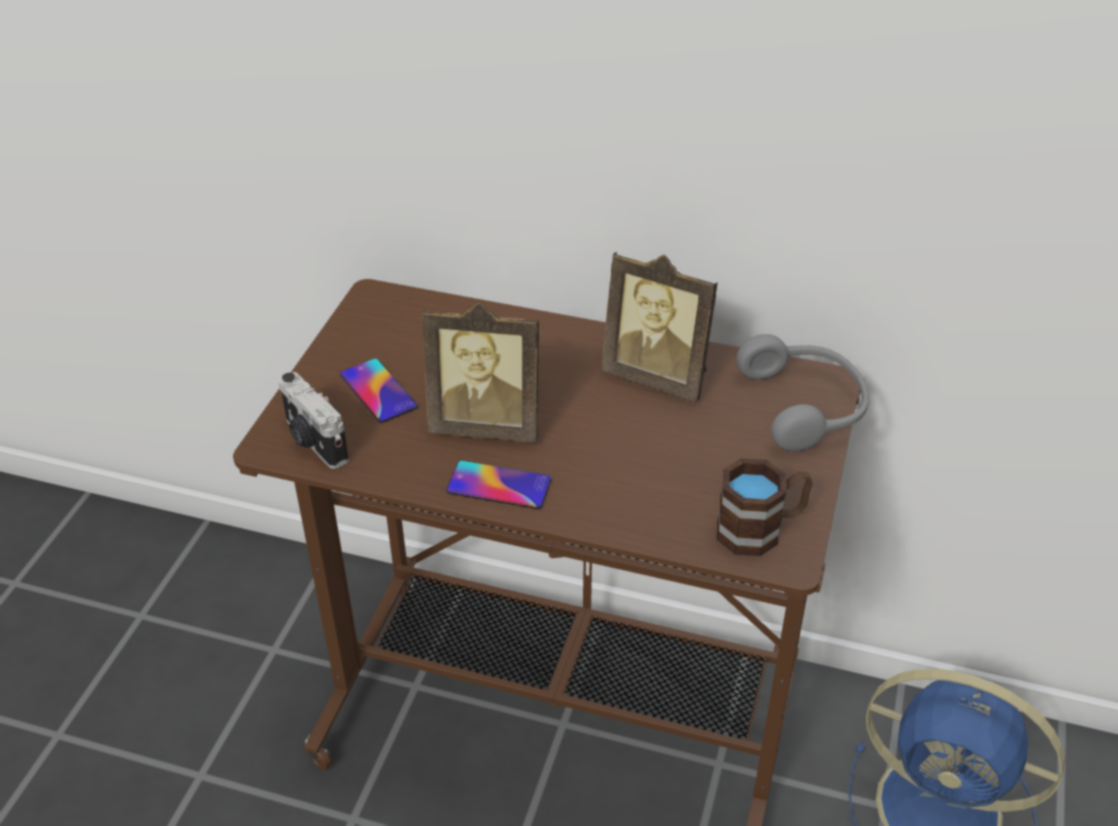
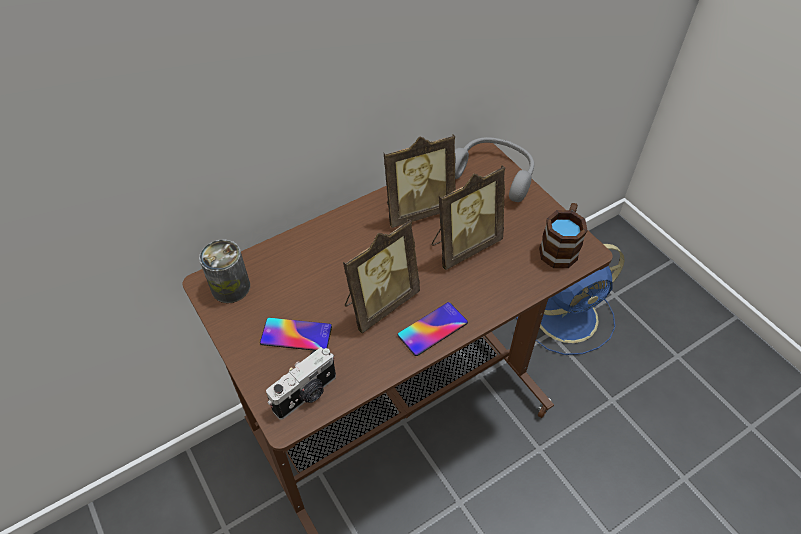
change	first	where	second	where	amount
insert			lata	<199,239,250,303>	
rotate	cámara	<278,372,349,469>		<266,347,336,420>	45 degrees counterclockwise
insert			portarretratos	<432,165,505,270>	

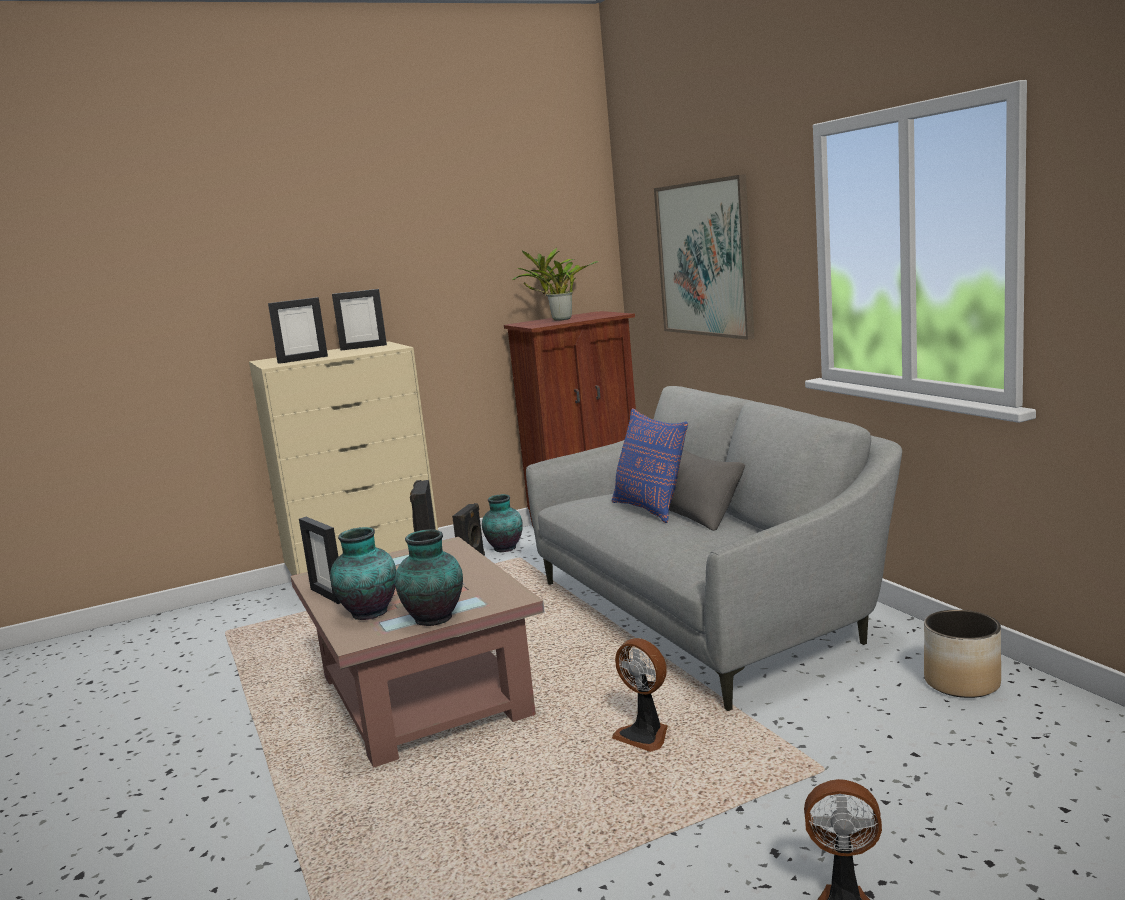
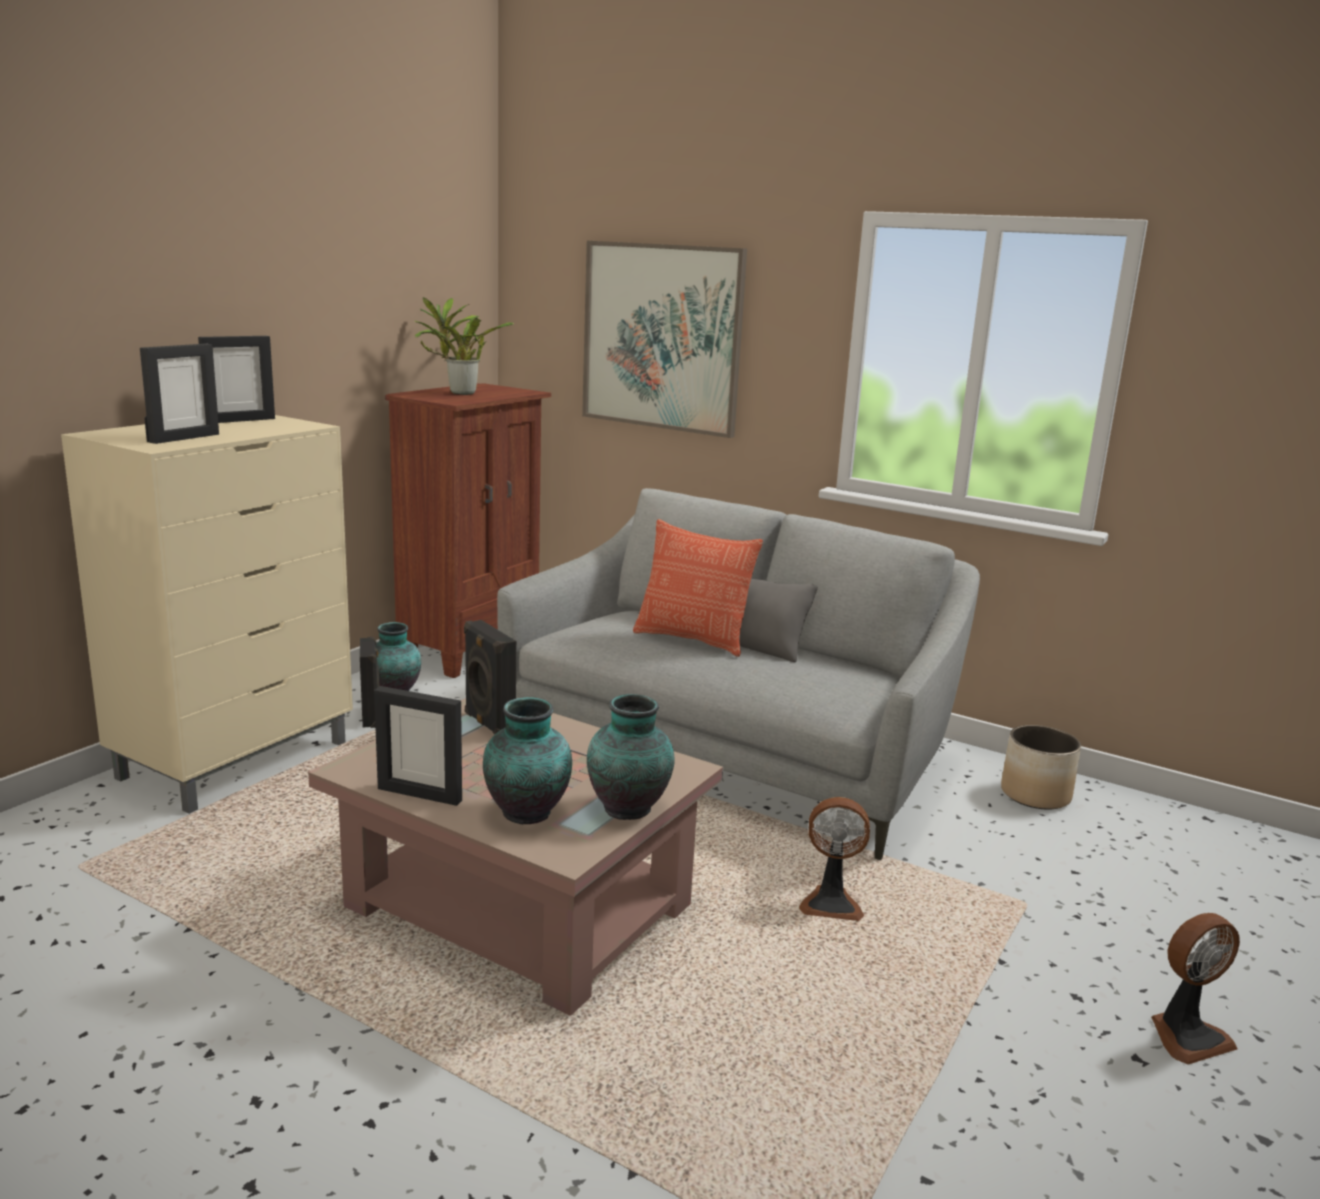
change	first	where	second	where	amount
recolor	cojín (azul)	<612,408,688,523>	cojín (naranja)	<633,519,763,657>	

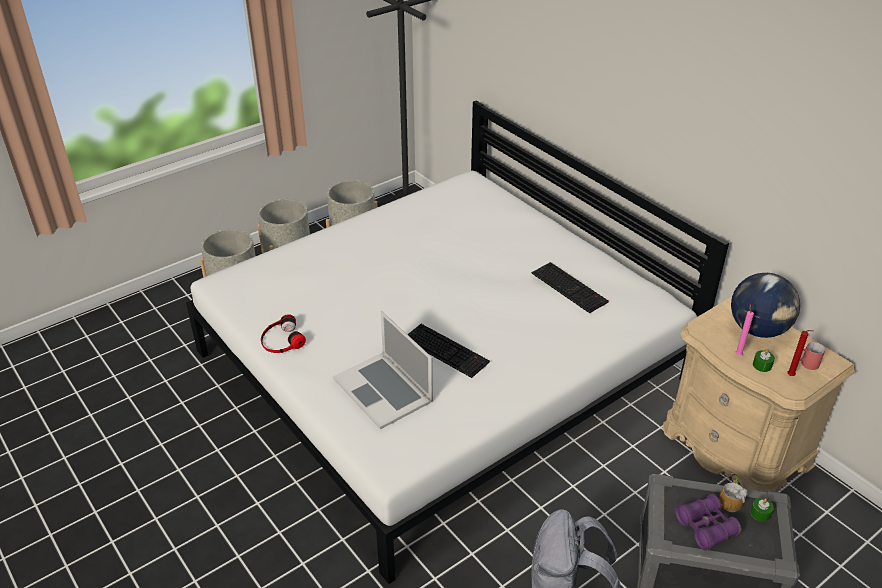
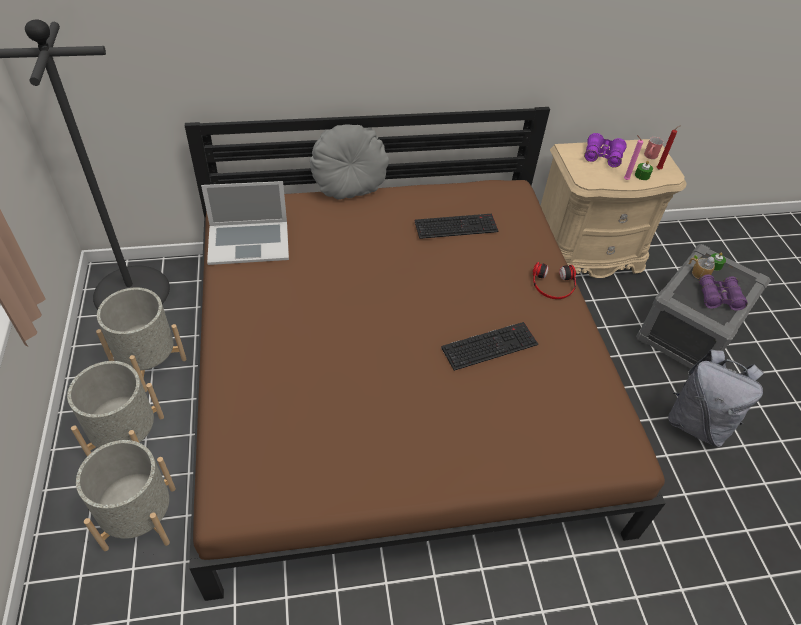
change	first	where	second	where	amount
recolor	cama (blanco)	<186,101,729,584>	cama (marrón)	<185,107,666,601>	
move	portátil	<333,311,433,430>		<201,181,289,265>	
insert			cojín (gris)	<310,125,389,200>	
move	auriculares	<261,314,306,353>		<533,262,576,299>	
replace	globo terráqueo	<731,273,800,338>	prismáticos (morado)	<584,133,627,168>	

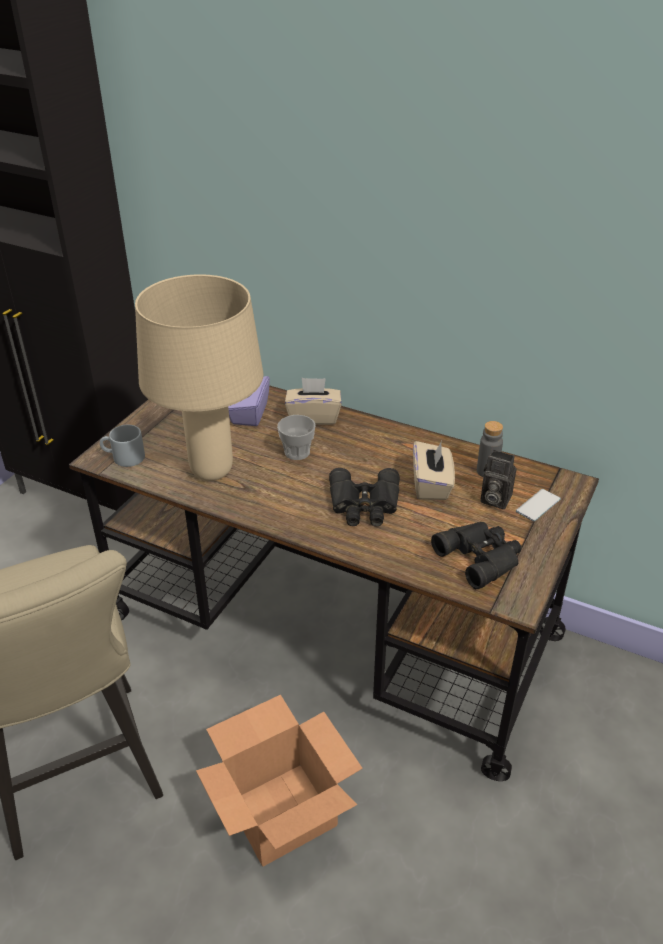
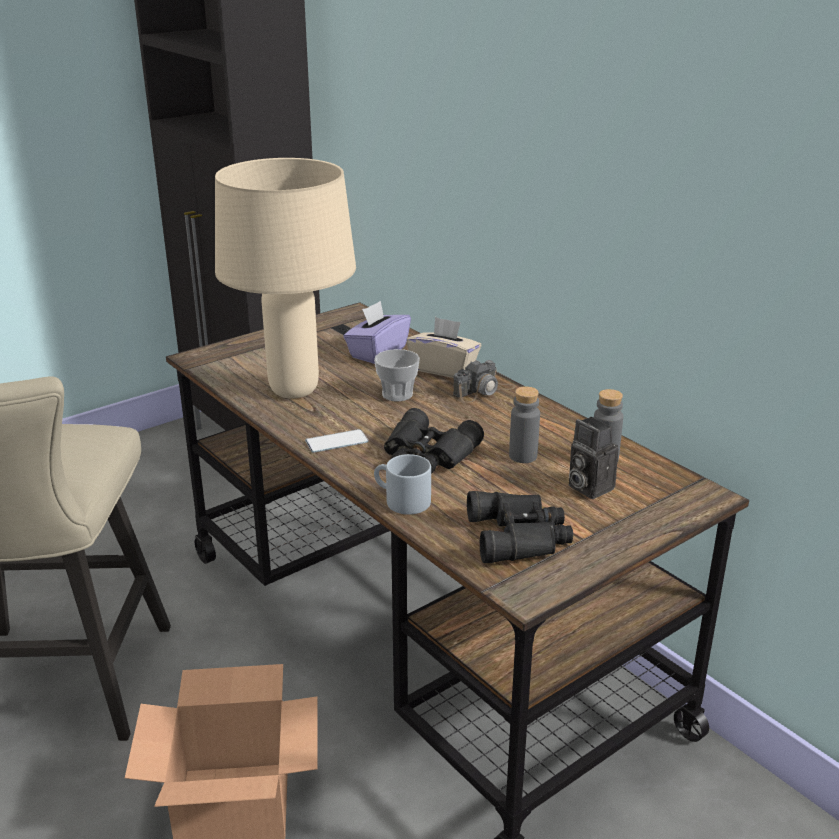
change	first	where	second	where	amount
move	móvil	<516,489,561,521>		<305,429,369,453>	
move	taza grande (gris)	<100,425,145,467>		<374,454,431,515>	
insert			cámara	<453,360,515,403>	
replace	caja de pañuelos (beis)	<413,441,455,500>	botella (gris)	<509,386,540,463>	

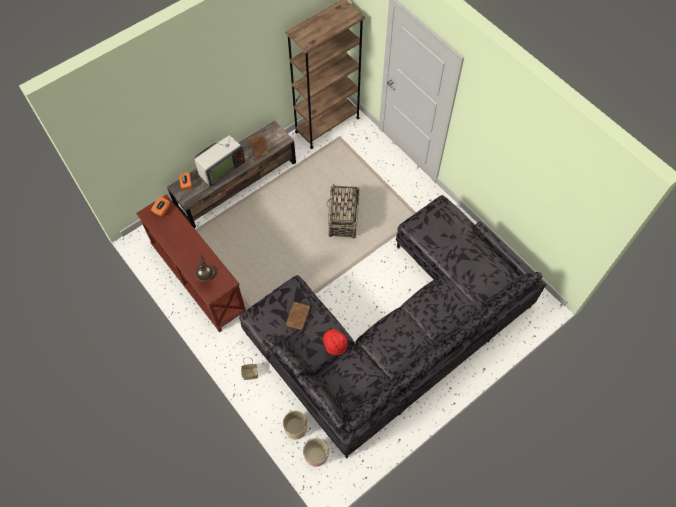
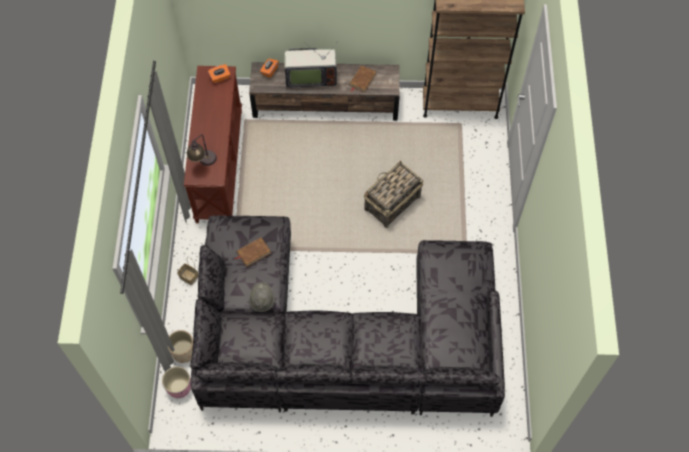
change	first	where	second	where	amount
recolor	sombrero (rojo)	<323,329,348,355>	sombrero (gris)	<248,282,275,312>	

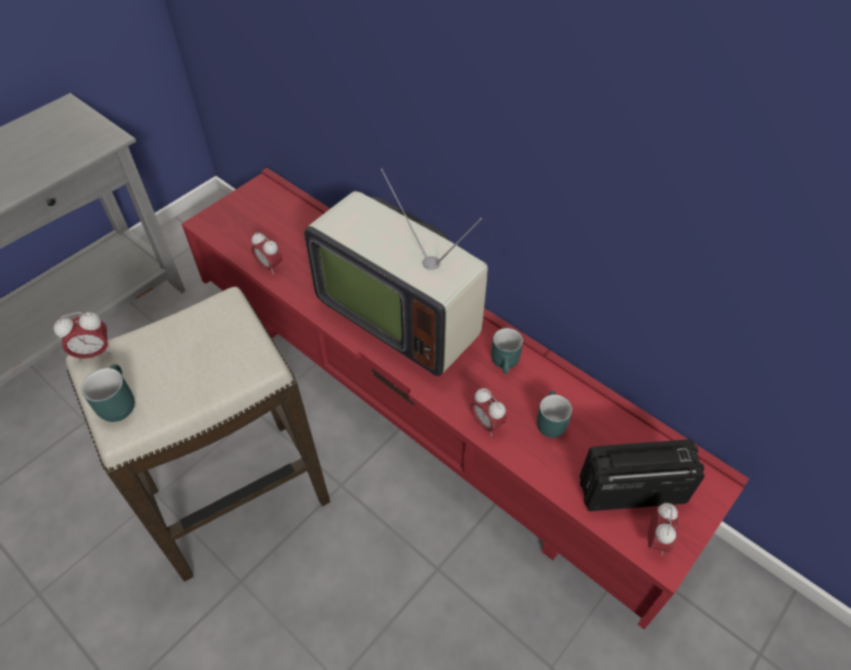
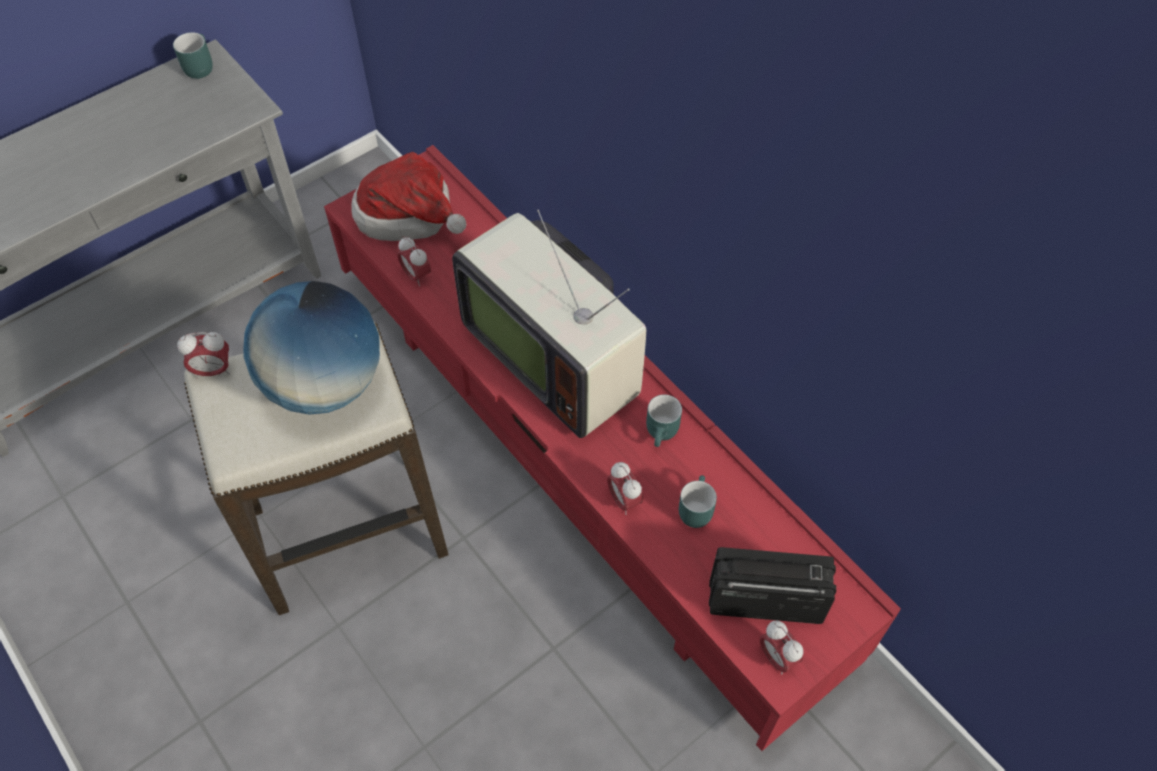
change	first	where	second	where	amount
move	taza grande (turquesa)	<81,364,135,422>		<173,32,213,79>	
insert			globo terráqueo	<243,281,380,414>	
insert			sombrero	<351,152,466,241>	
rotate	despertador	<648,503,678,556>		<760,620,803,675>	120 degrees clockwise

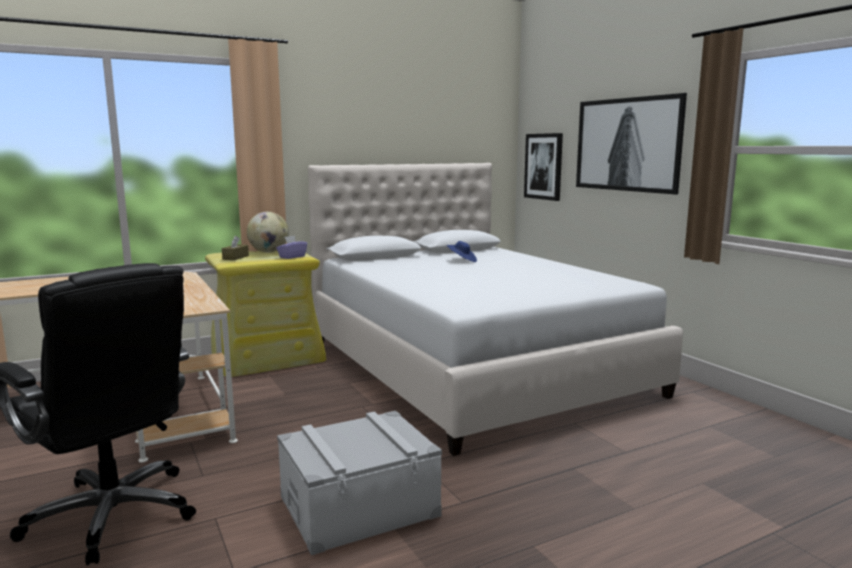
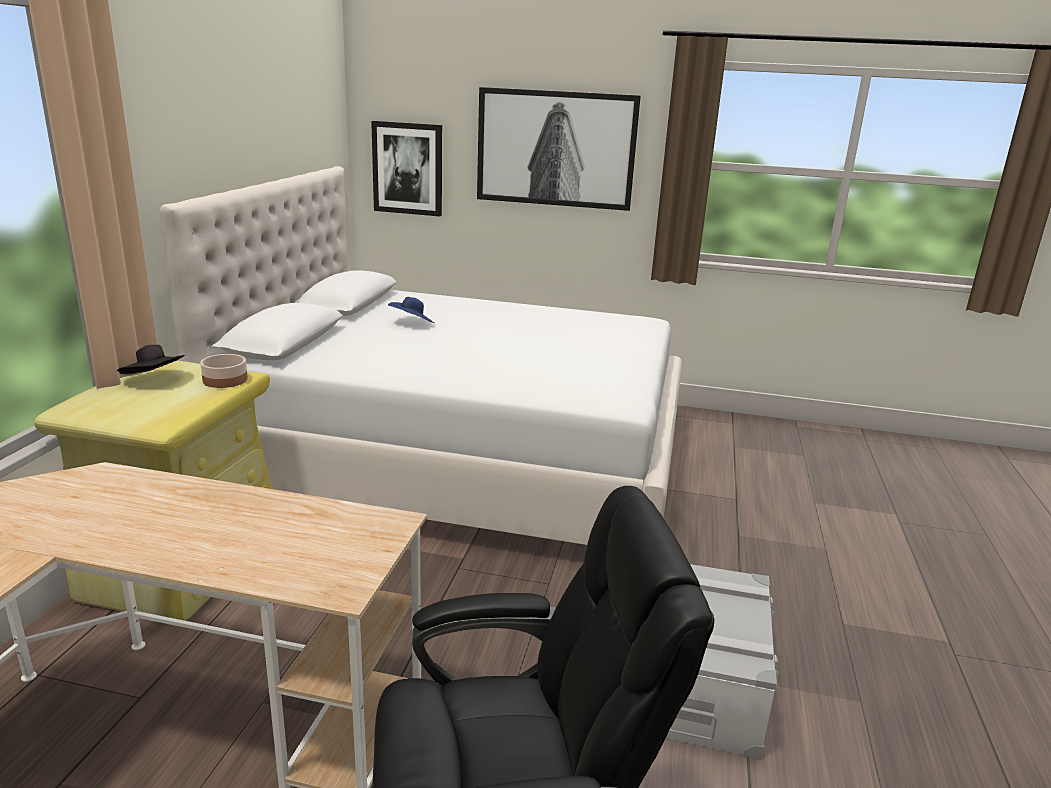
change	first	where	second	where	amount
replace	globo terráqueo	<247,212,289,253>	sombrero (negro)	<117,345,185,374>	
replace	caja de pañuelos (morado)	<276,235,307,259>	cuenco	<200,354,248,388>	
delete	caja de pañuelos (marrón)	<222,236,249,260>			

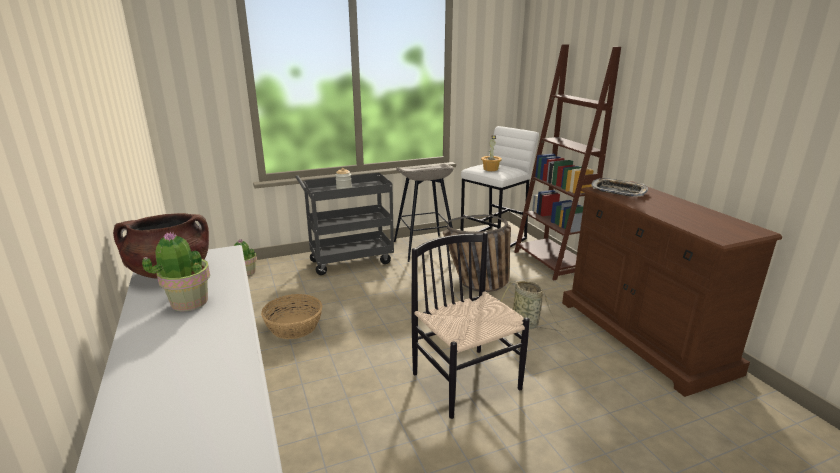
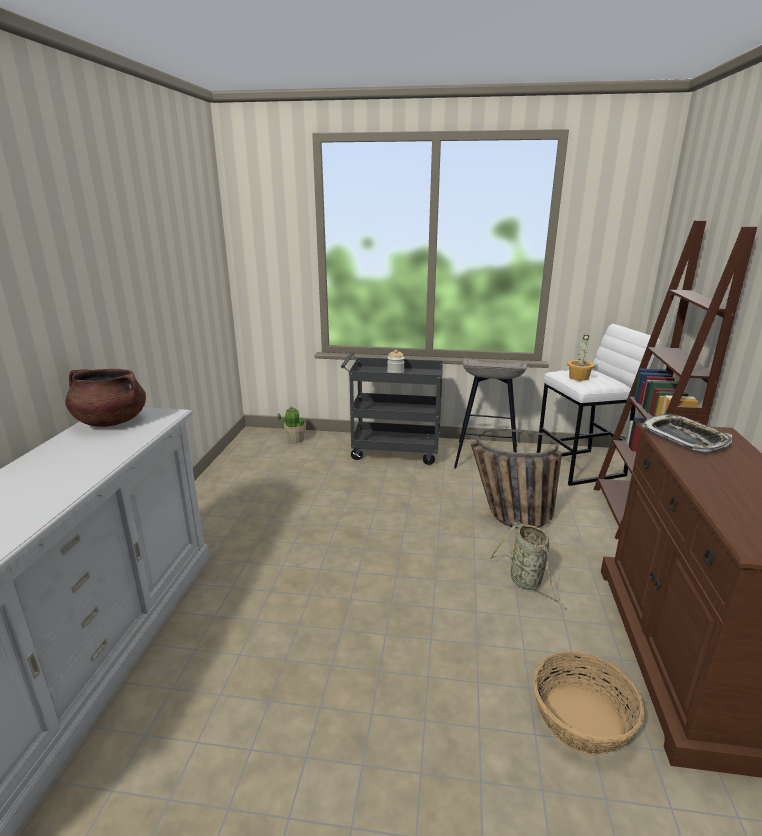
change	first	where	second	where	amount
move	cesta	<261,294,322,339>		<533,652,644,755>	
delete	planta en maceta	<142,232,210,312>			
delete	silla (negro)	<412,232,530,419>			

